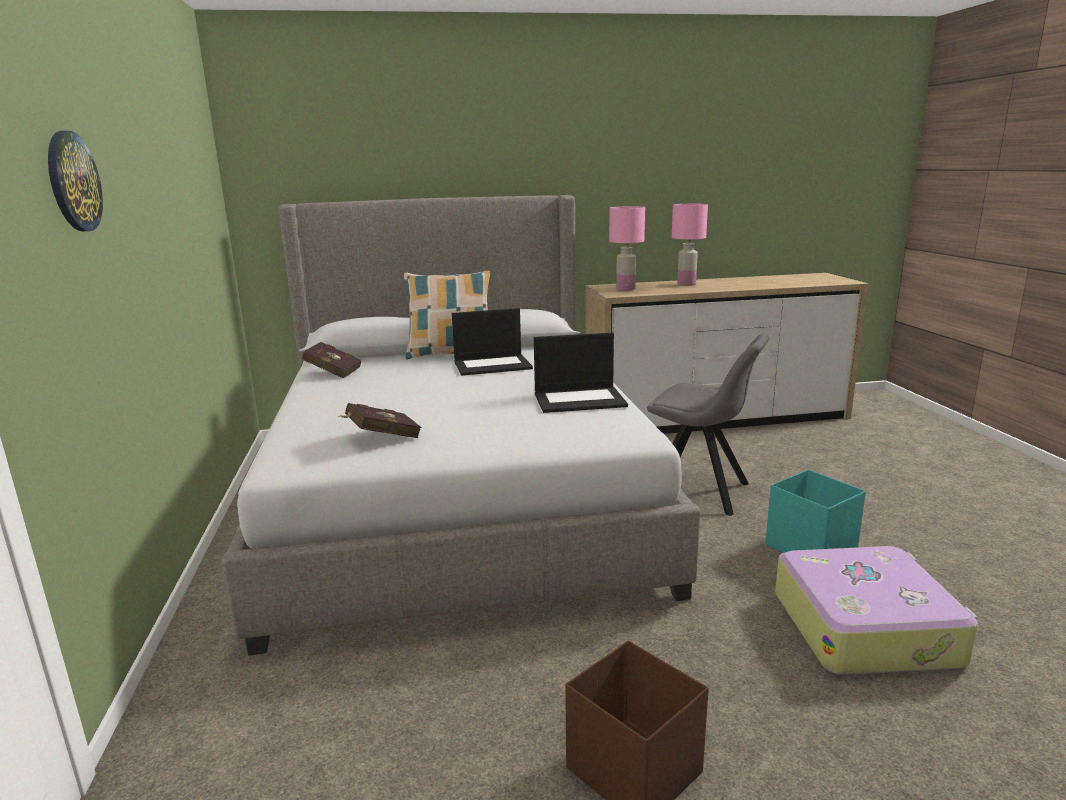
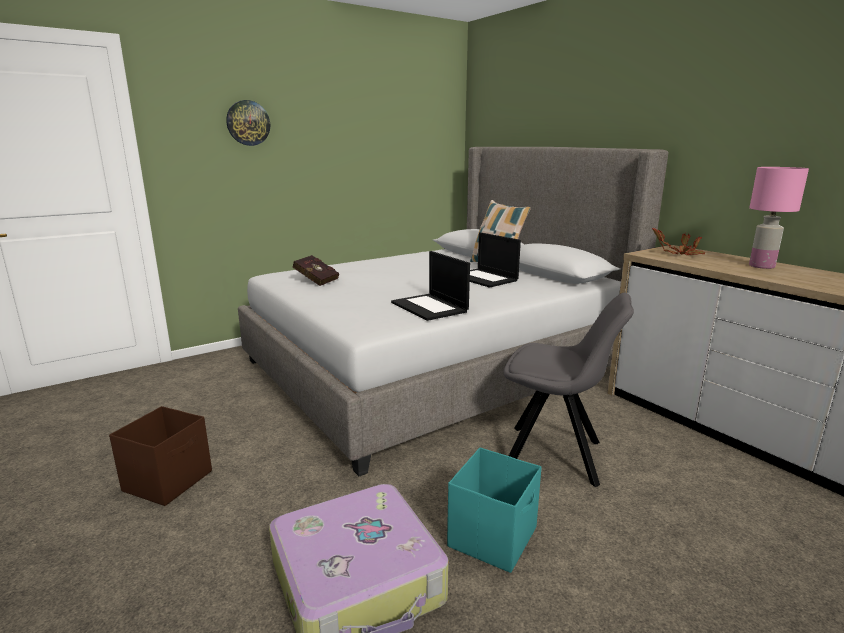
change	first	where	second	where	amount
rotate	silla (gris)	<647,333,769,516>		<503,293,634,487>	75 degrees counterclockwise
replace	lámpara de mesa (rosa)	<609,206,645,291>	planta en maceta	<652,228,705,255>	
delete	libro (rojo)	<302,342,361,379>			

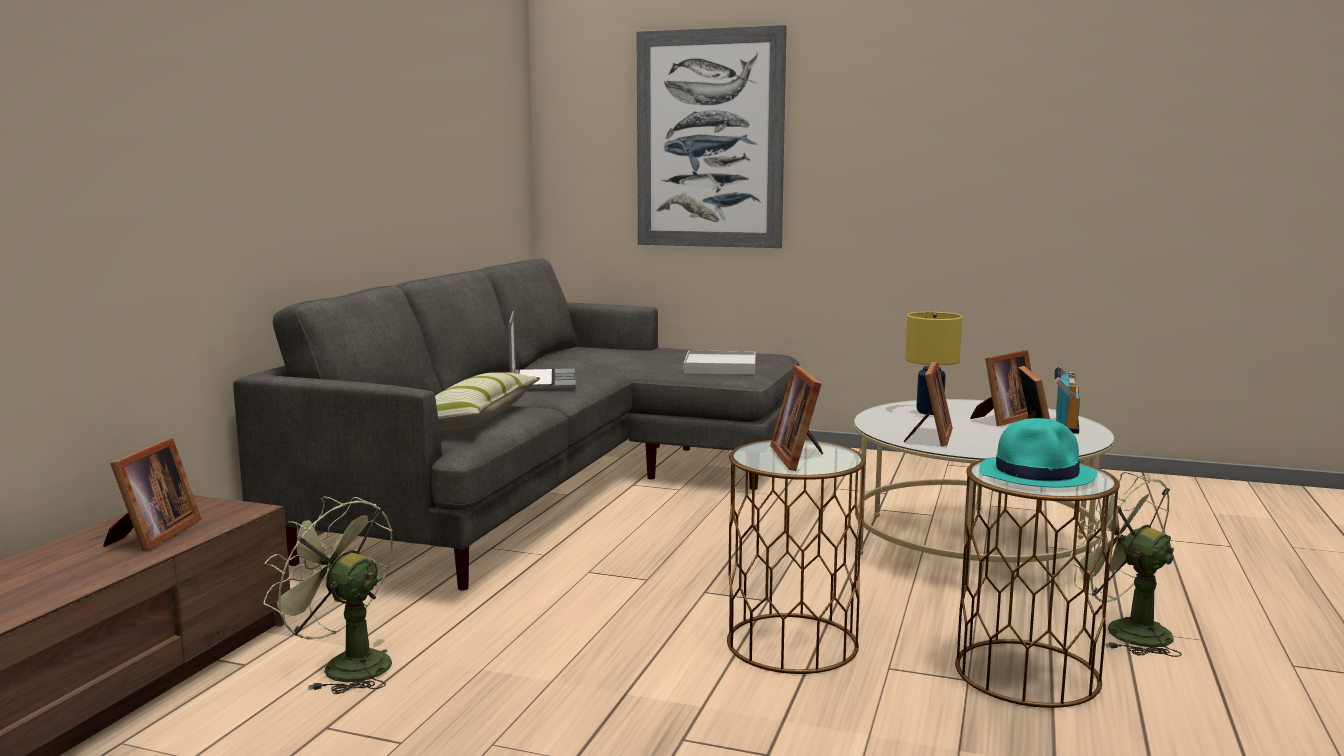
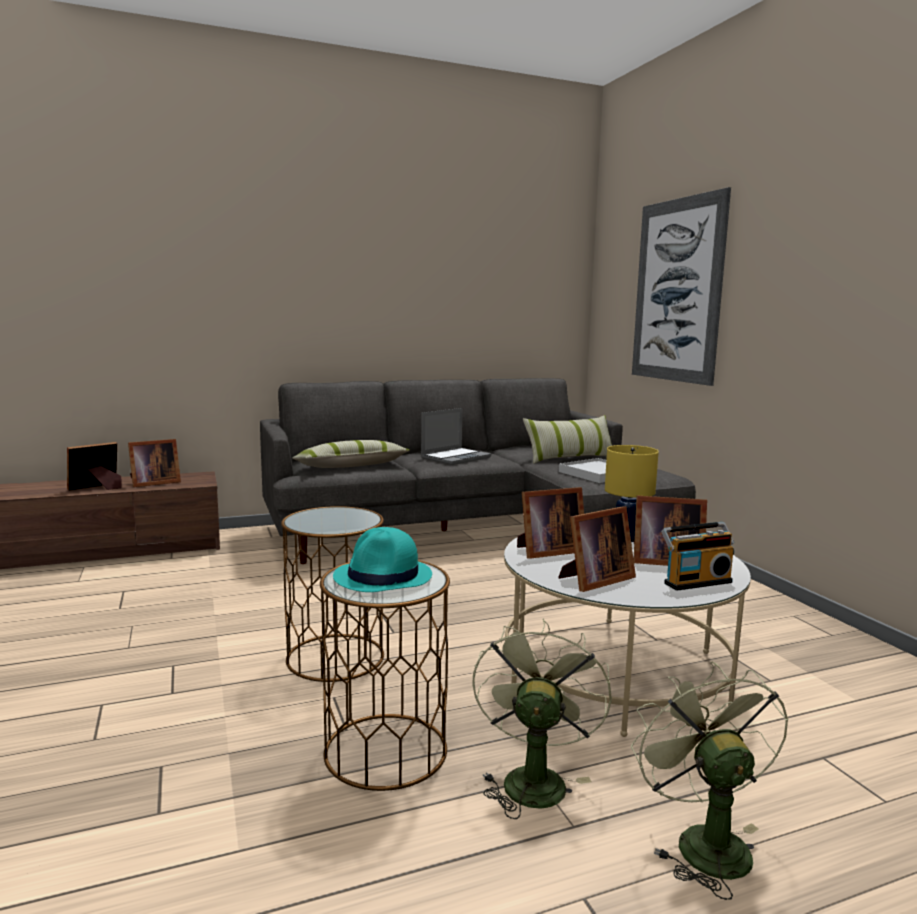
change	first	where	second	where	amount
move	portarretratos	<770,365,823,471>		<67,442,121,491>	
insert			cojín	<523,415,612,464>	
move	ventilador (verde)	<263,497,393,694>		<631,662,789,900>	

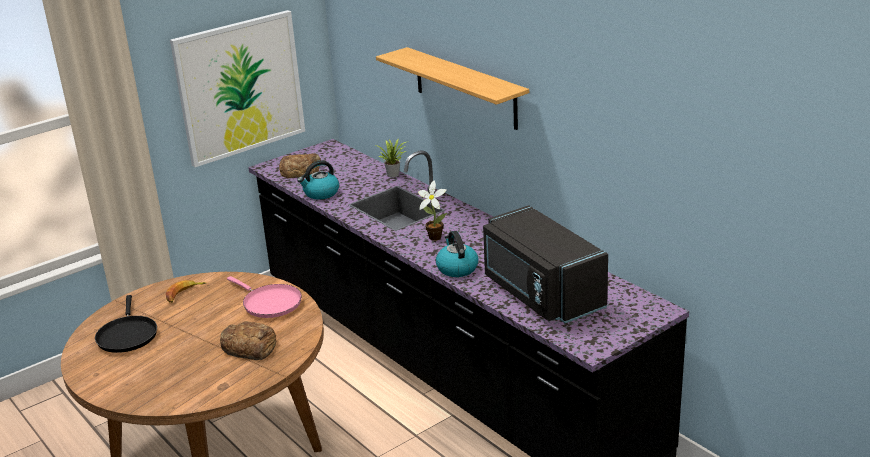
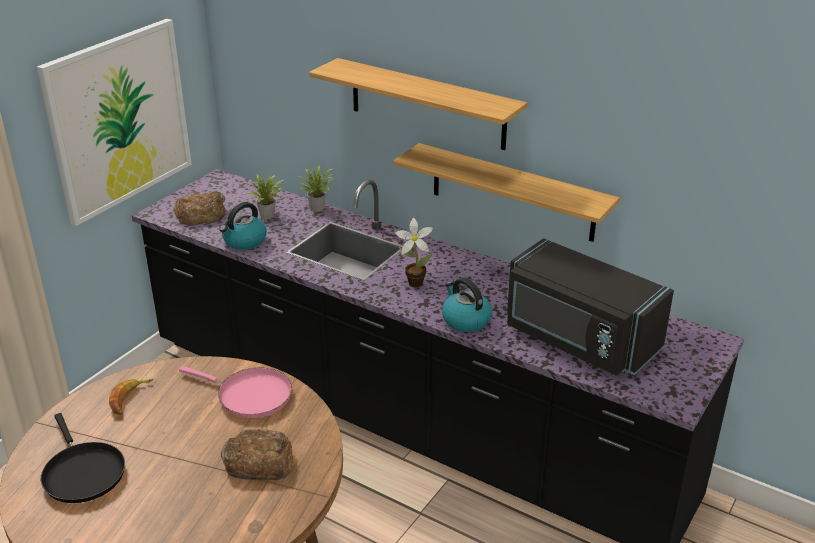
change	first	where	second	where	amount
insert			planta en maceta	<248,174,283,219>	
insert			estante	<393,143,620,242>	

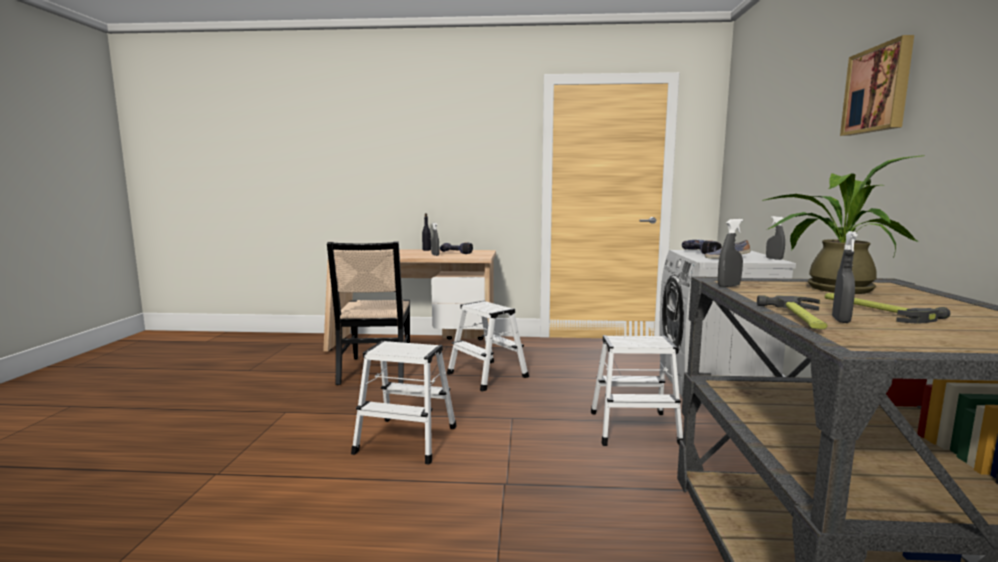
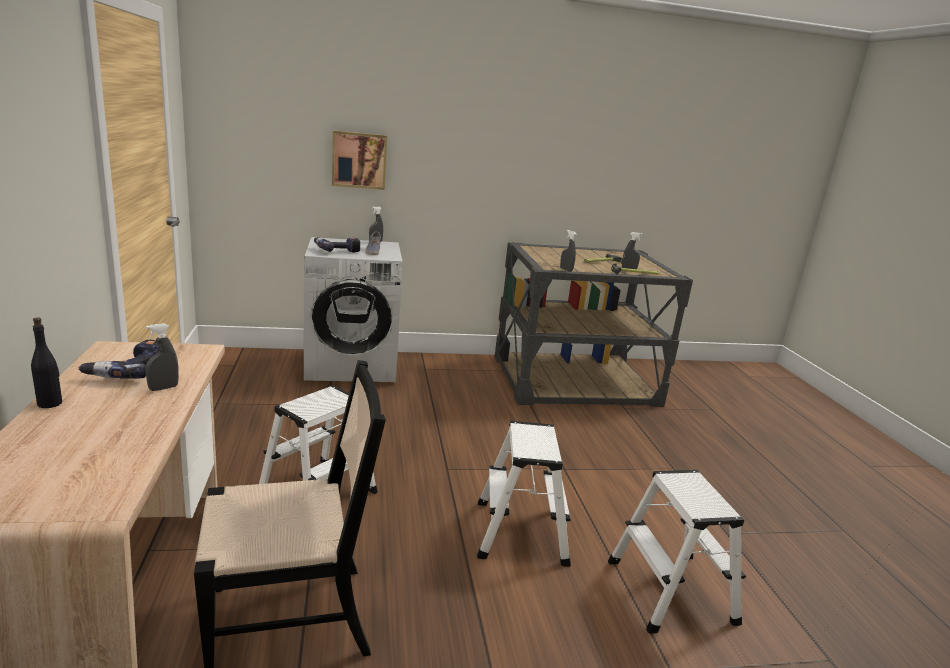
change	first	where	second	where	amount
move	cuadro	<840,35,914,136>		<332,131,387,190>	
move	escalera de tijera (blanco)	<591,335,683,446>		<608,470,746,634>	
delete	planta en maceta	<762,156,921,294>			

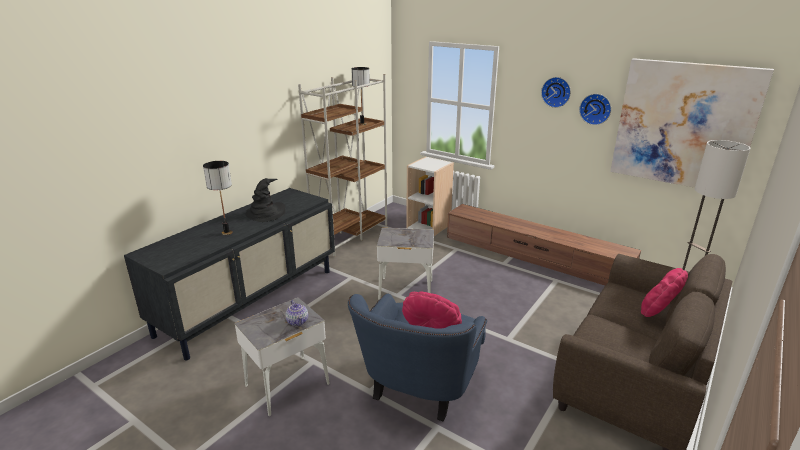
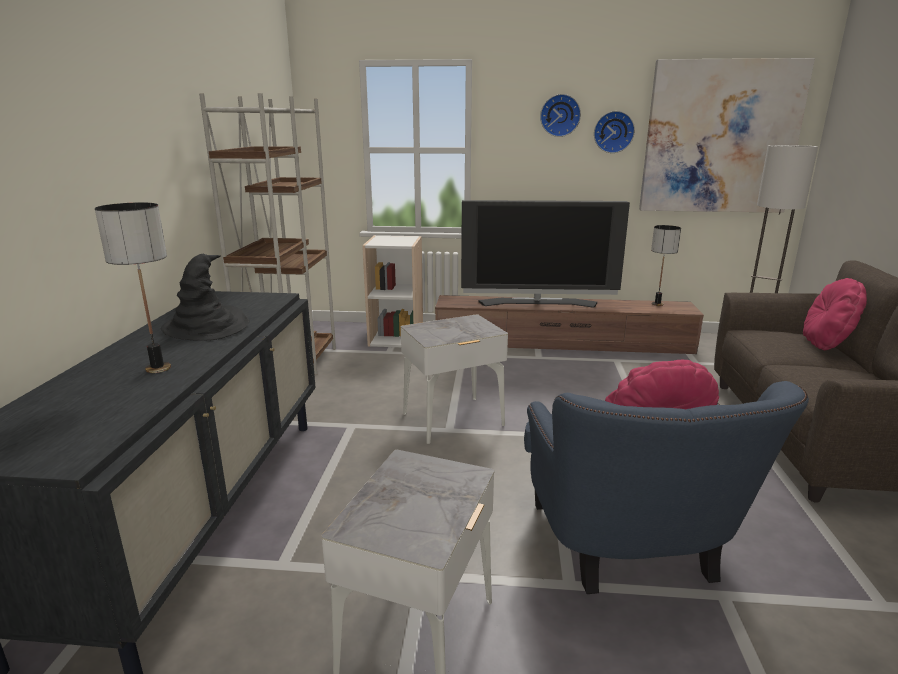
change	first	where	second	where	amount
insert			televisor	<461,200,630,307>	
move	lámpara de mesa	<351,67,370,125>		<651,225,681,306>	
delete	tetera	<286,300,308,326>			

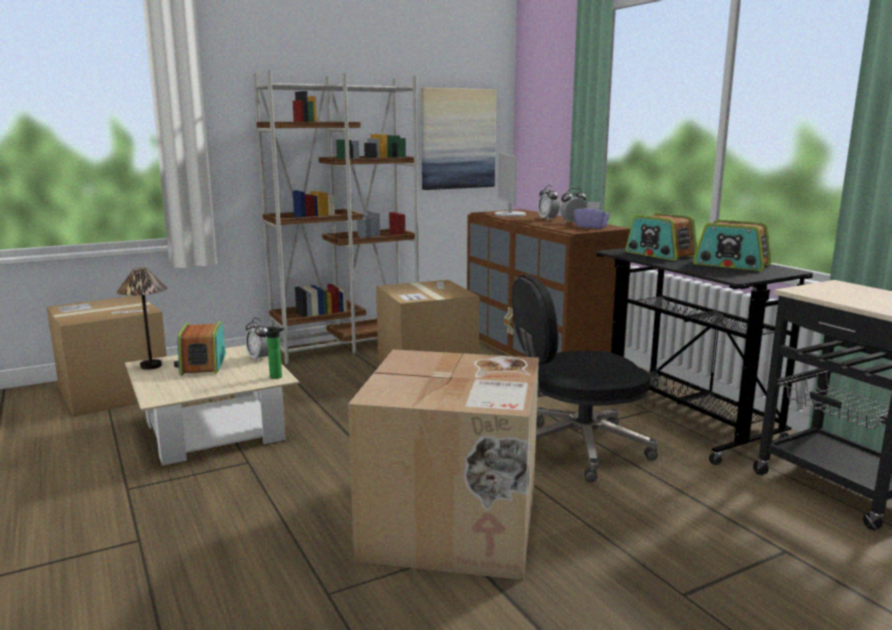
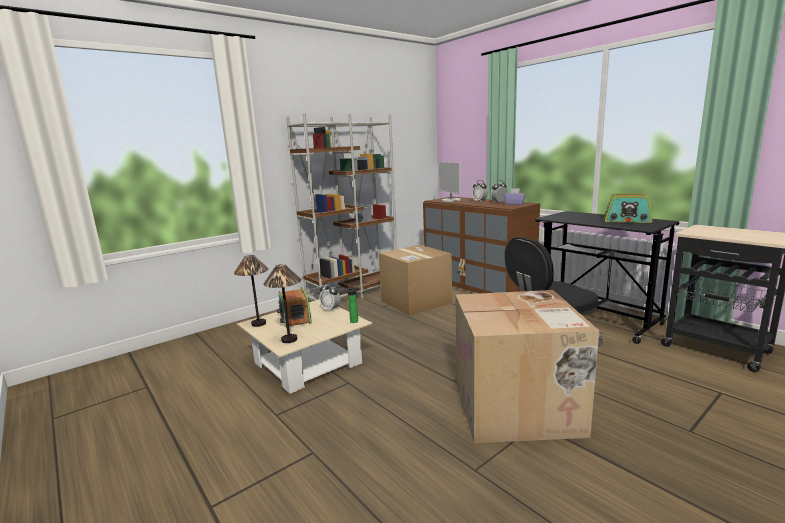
change	first	where	second	where	amount
insert			lámpara de mesa	<264,264,301,343>	
delete	caja de cartón	<47,295,167,417>			
delete	cuadro	<421,88,496,190>			
delete	radio	<625,213,697,261>			

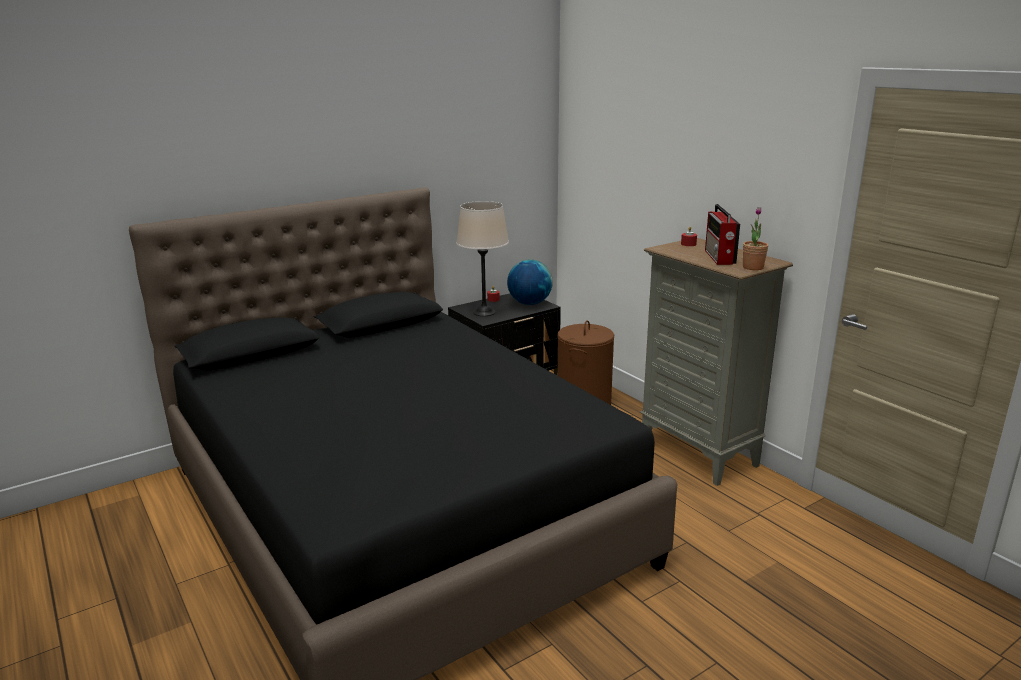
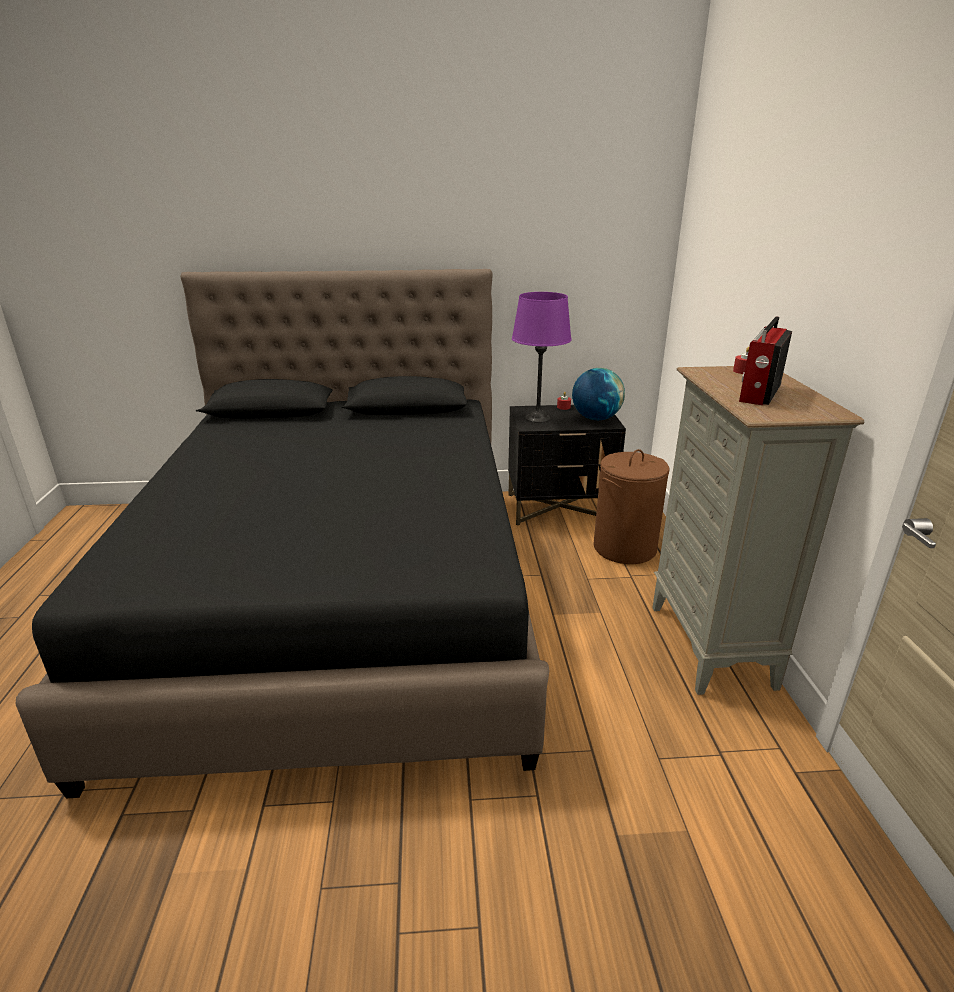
change	first	where	second	where	amount
recolor	lámpara de mesa (beis)	<456,201,509,316>	lámpara de mesa (morado)	<512,292,572,423>	
delete	planta en maceta	<743,207,768,270>			

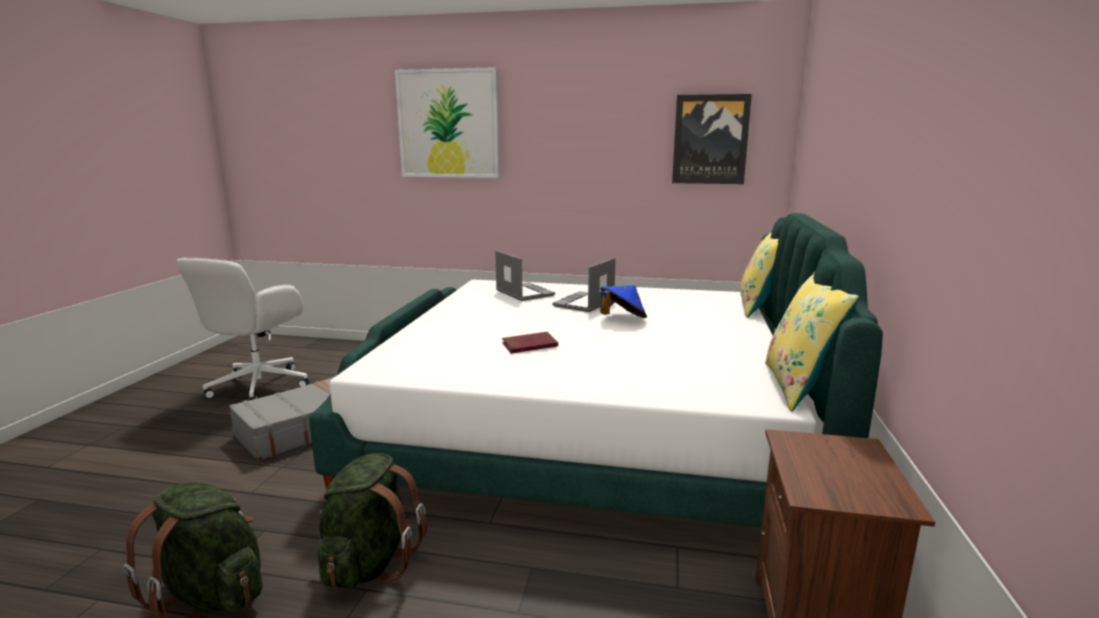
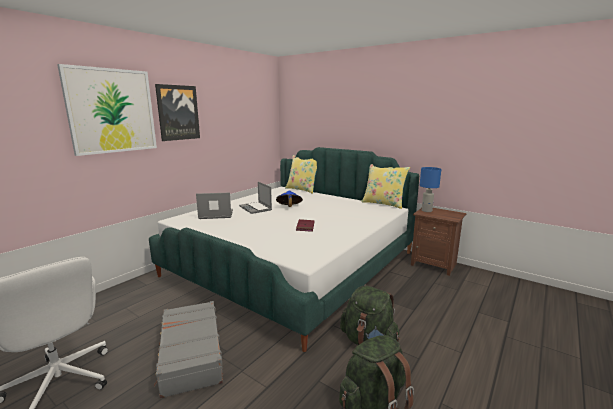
change	first	where	second	where	amount
move	cuadro	<672,94,752,184>		<155,84,200,141>	
insert			lámpara de mesa (azul)	<420,167,441,212>	

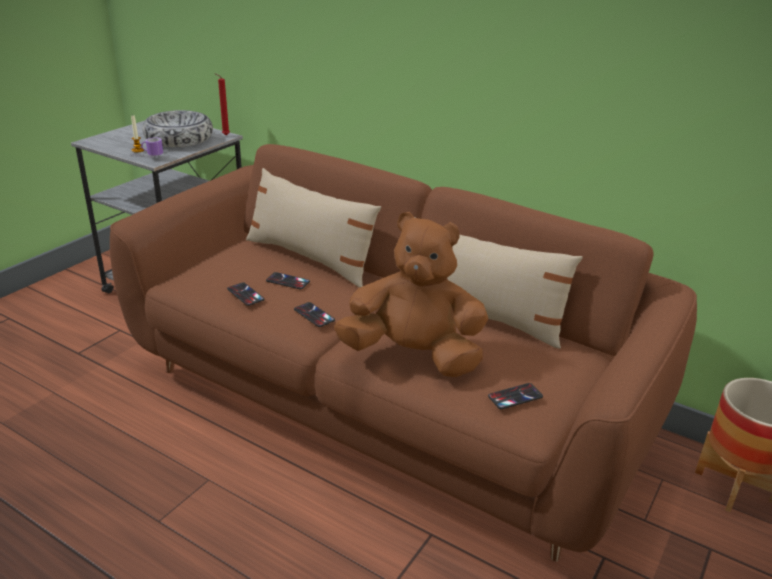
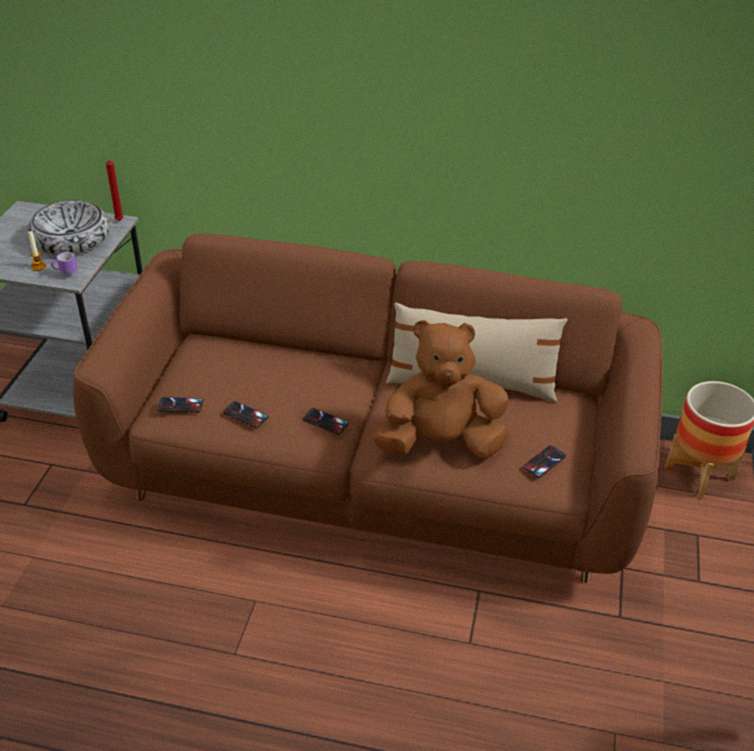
change	first	where	second	where	amount
move	móvil	<266,272,310,289>		<157,397,203,413>	
delete	cojín (beis)	<246,168,381,287>			

